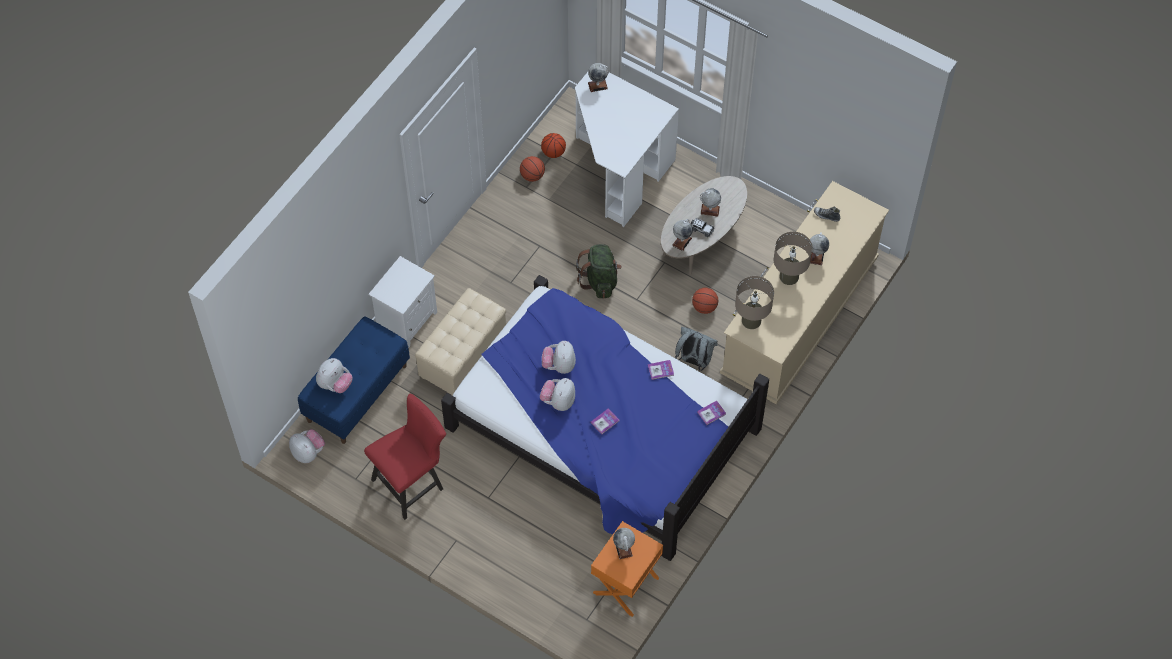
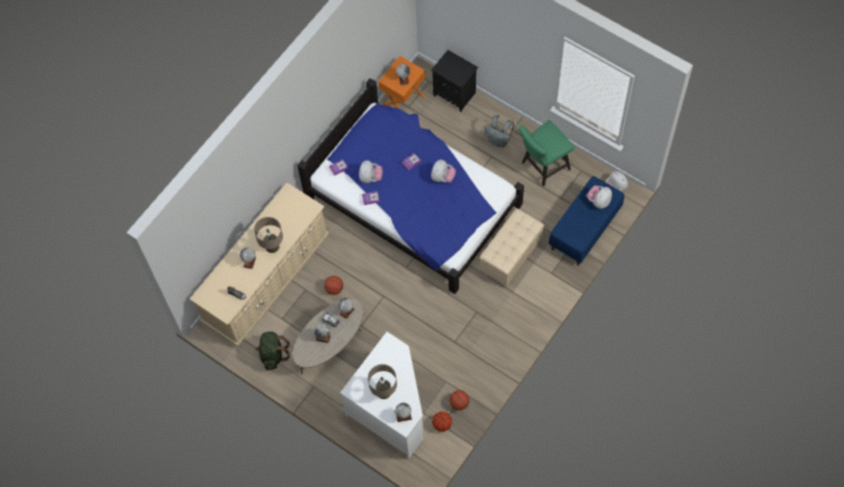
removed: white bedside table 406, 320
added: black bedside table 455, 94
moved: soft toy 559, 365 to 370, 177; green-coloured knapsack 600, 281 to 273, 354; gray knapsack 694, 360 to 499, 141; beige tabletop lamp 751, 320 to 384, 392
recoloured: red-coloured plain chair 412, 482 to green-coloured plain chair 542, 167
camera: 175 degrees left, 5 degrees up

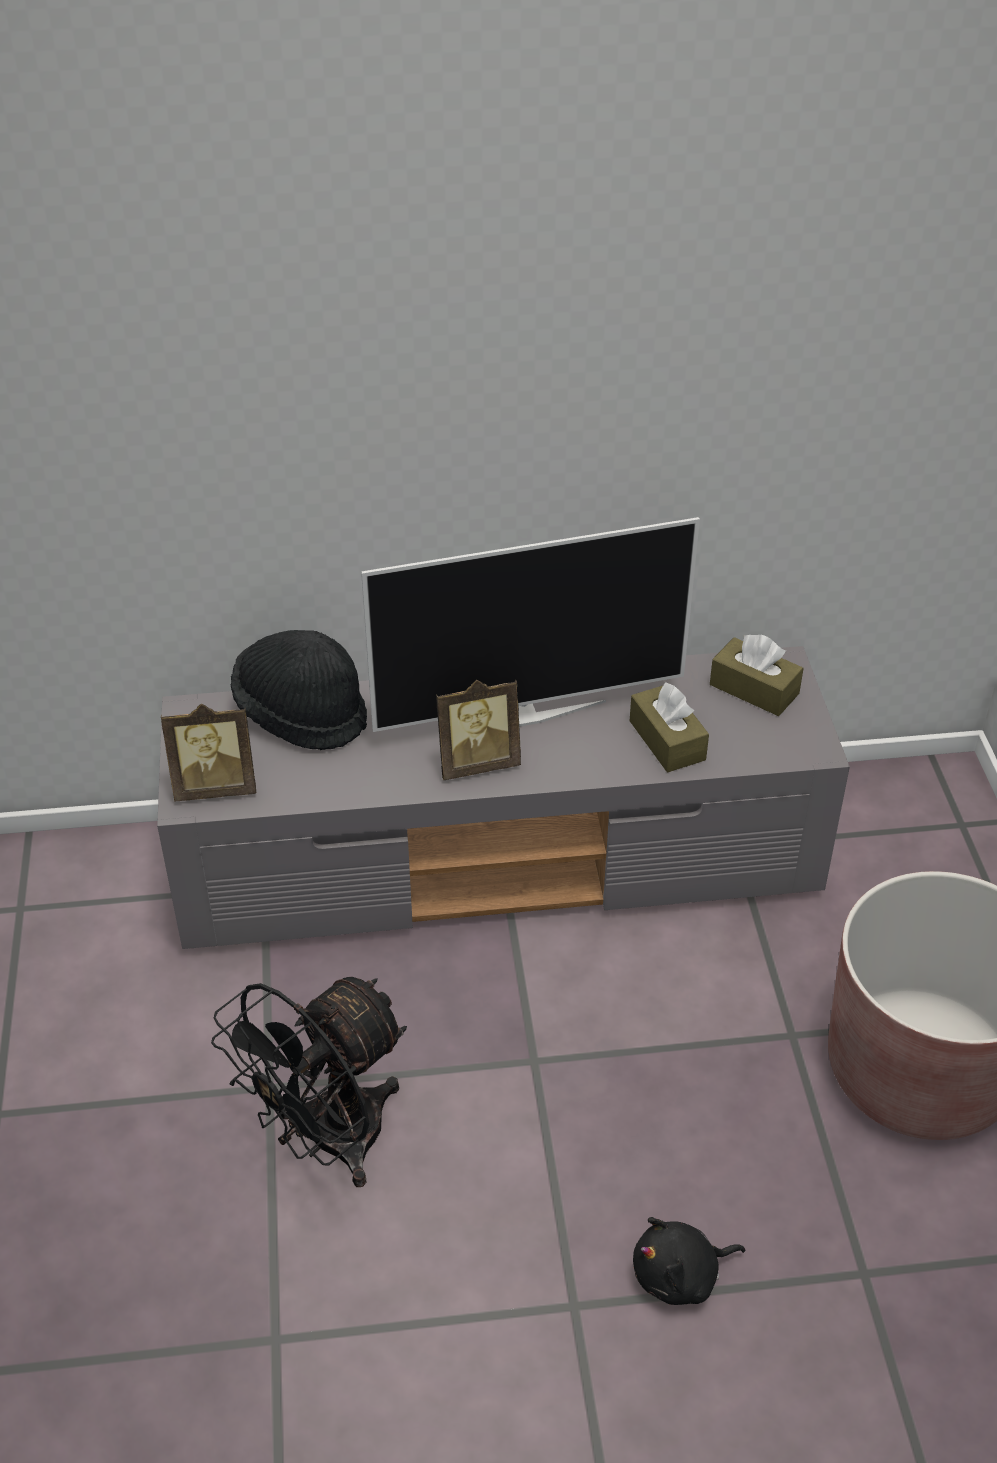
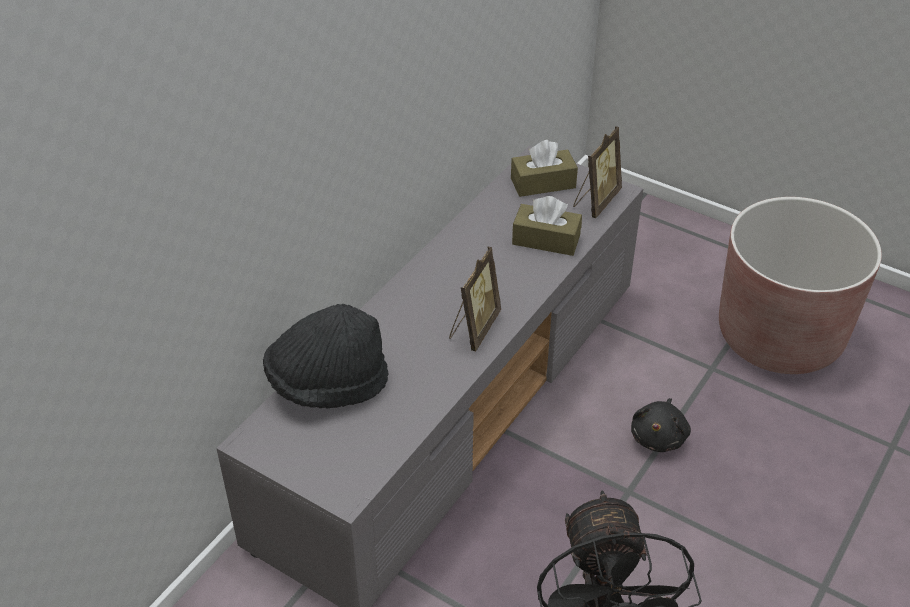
removed: TV 526, 714
moved: photo frame 215, 787 to 595, 201; black soft toy 680, 1275 to 659, 436
camera: 50 degrees left, 0 degrees up

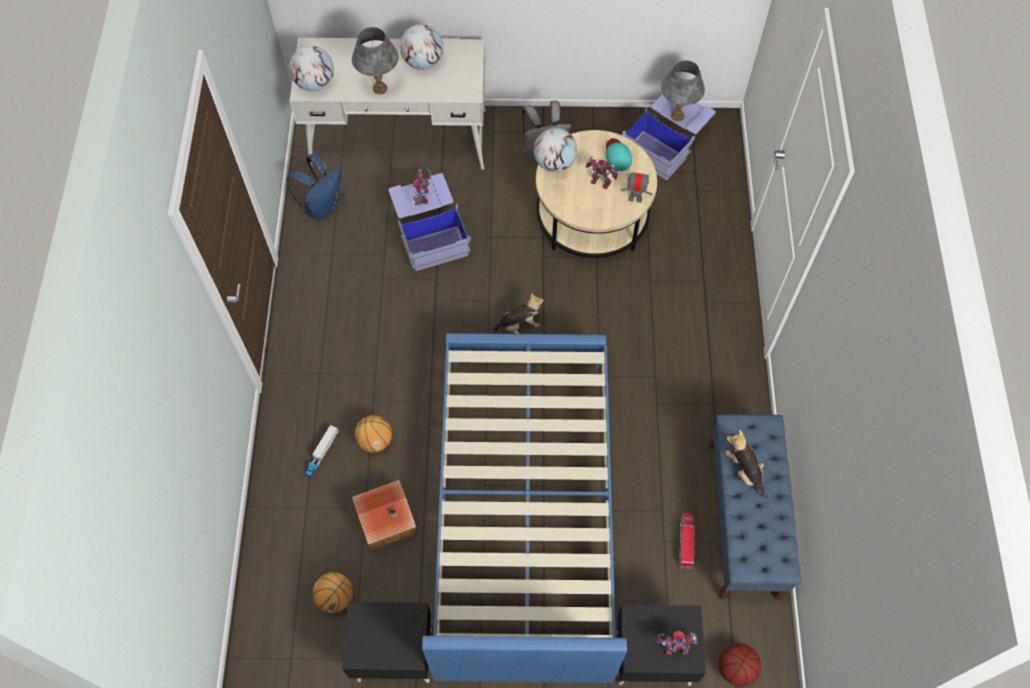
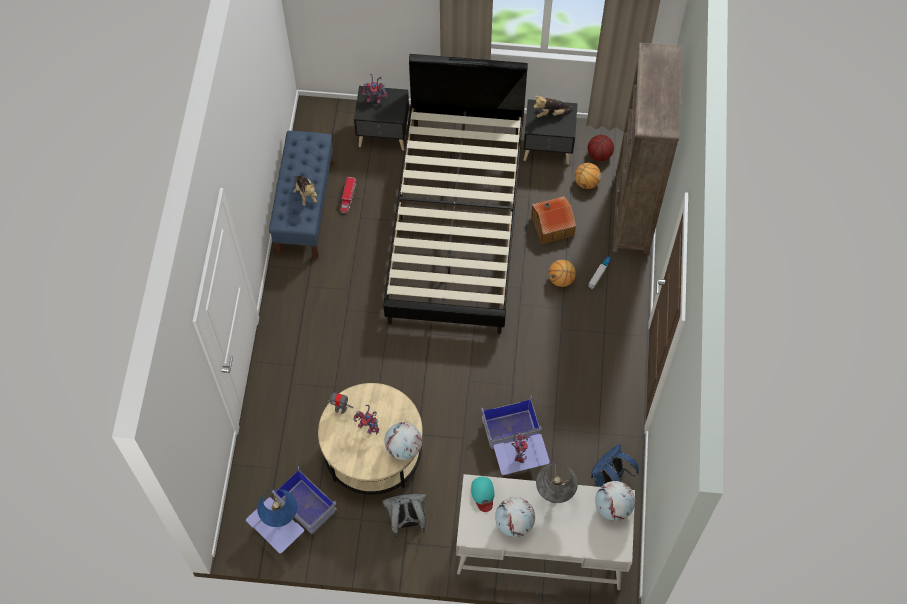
added: brown-coloured shelving unit 632, 213
moved: soft toy 518, 325 to 551, 113; turquoise cap 617, 155 to 483, 494; basketball 736, 668 to 599, 155
recoloured: blue sleeping bed 524, 512 to black sleeping bed 456, 224; gray tabletop lamp 677, 116 to blue tabletop lamp 281, 520
camera: 175 degrees left, 0 degrees up

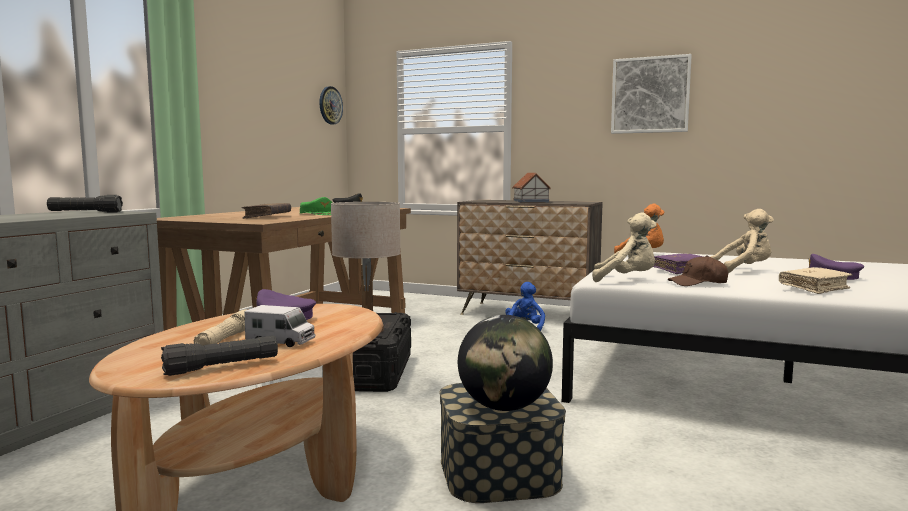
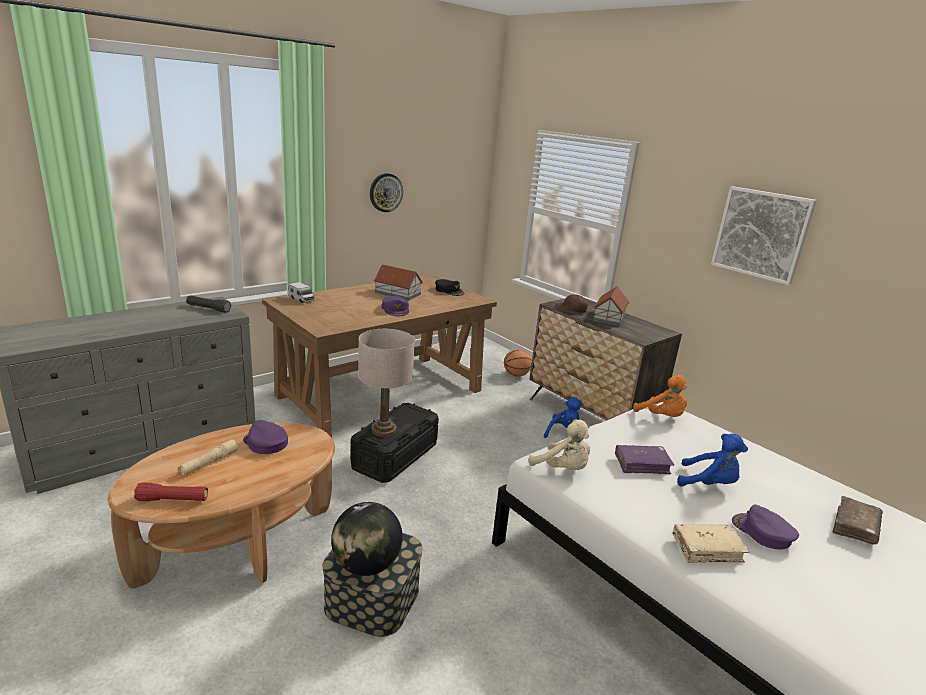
added: model house 397, 293; basketball 516, 375
moved: brown-coloured volume 267, 217 to 855, 527; toy lorry 281, 342 to 301, 299; wall clock 330, 105 to 385, 192; brown-coloured cap 698, 283 to 571, 309
recoloured: black torch 222, 367 to red-coloured torch 173, 500; green-coloured cap 318, 214 to purple cap 395, 310; beige soft toy 743, 270 to blue soft toy 709, 484
camera: 25 degrees right, 15 degrees up

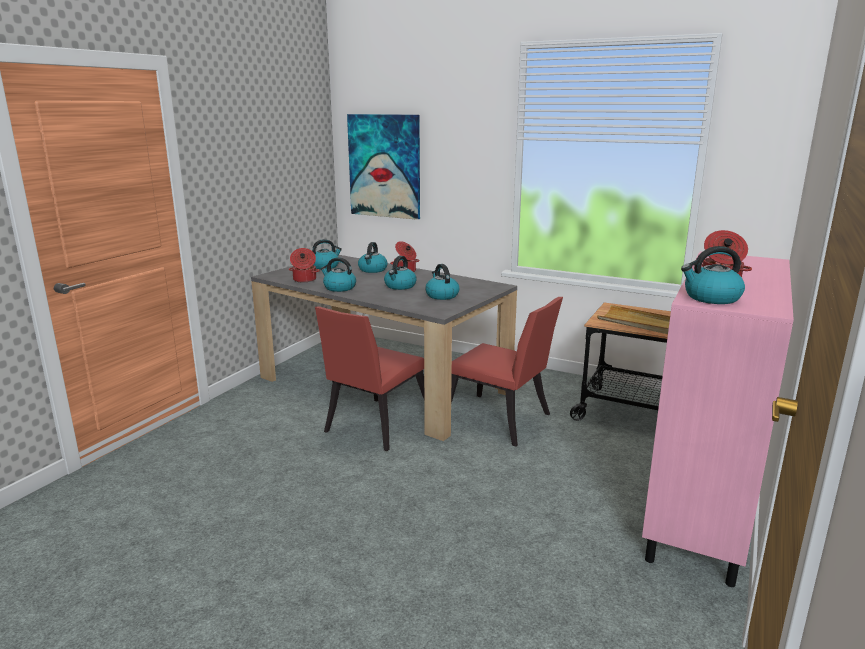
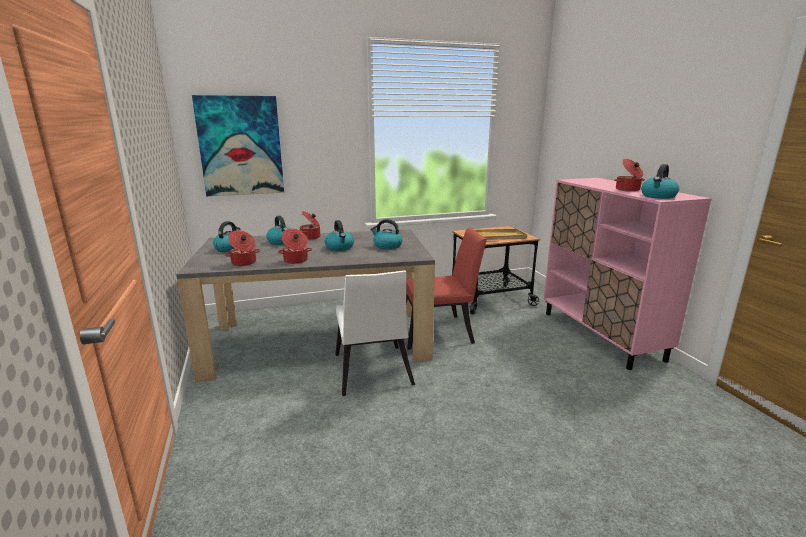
replaced: kettle 339, 288 to saucepot 296, 261
recoloured: red-coloured plain chair 375, 426 to white plain chair 372, 373
camera: 45 degrees left, 0 degrees up

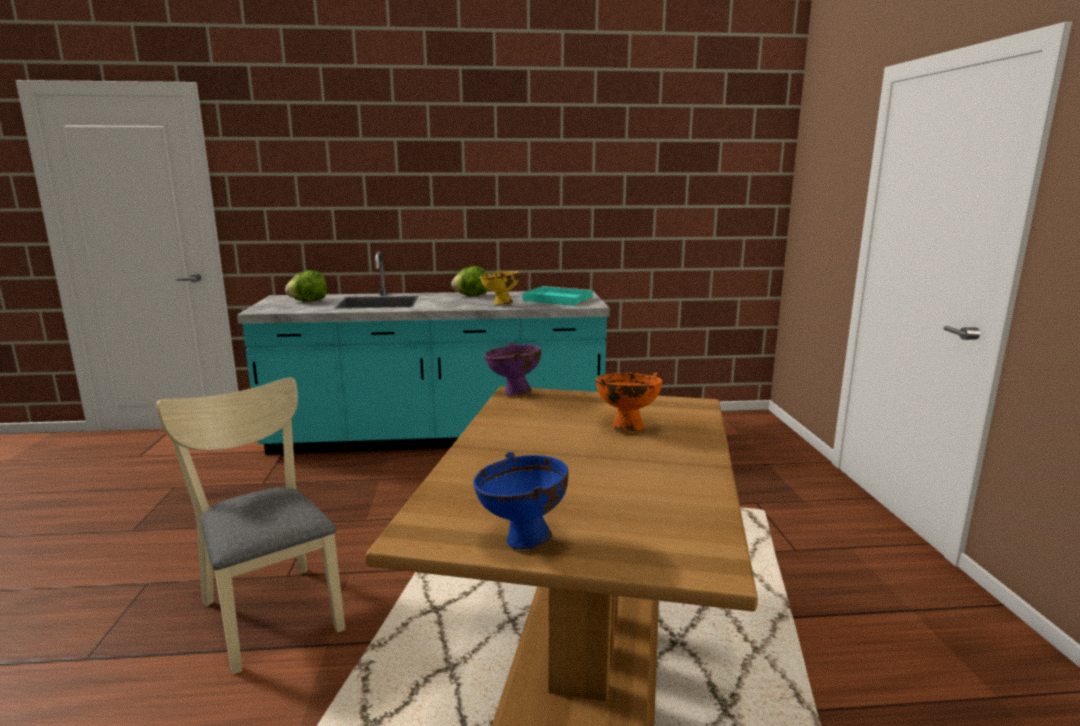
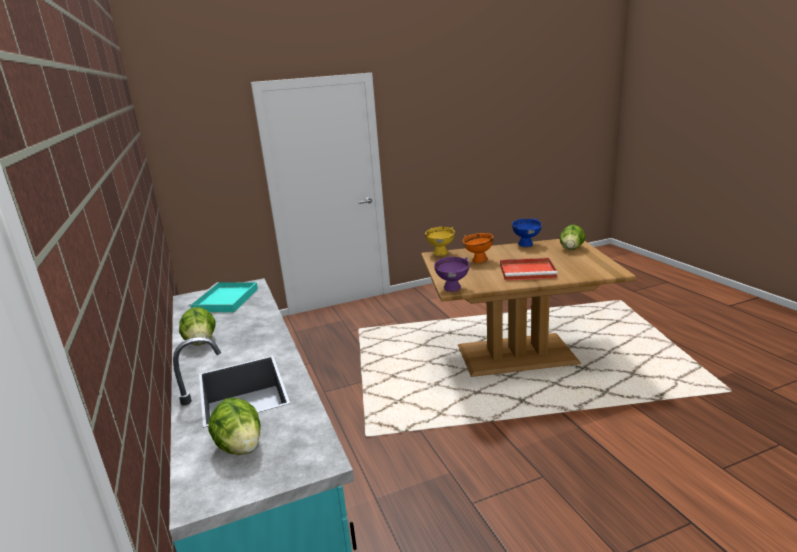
removed: beige plain chair 269, 608
added: red-coloured tray 528, 271; lettuce 571, 249
moved: blue deep dish 522, 541 to 526, 245; yellowish deep dish 500, 304 to 441, 254
camera: 105 degrees left, 5 degrees up

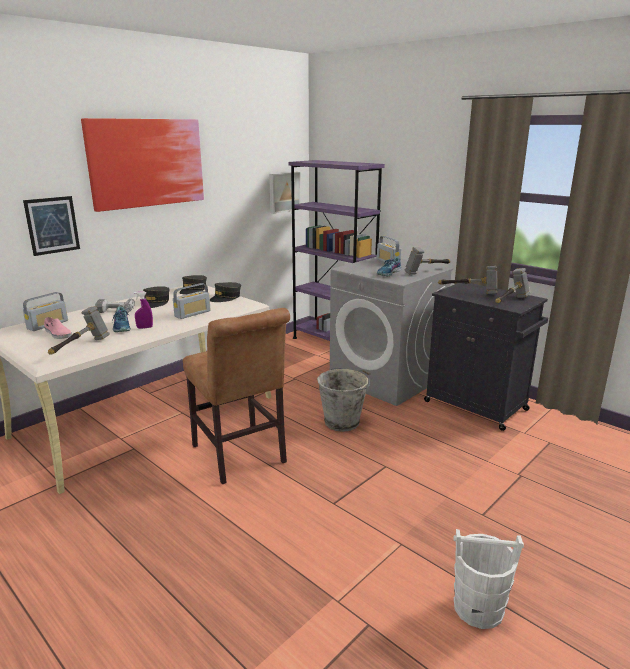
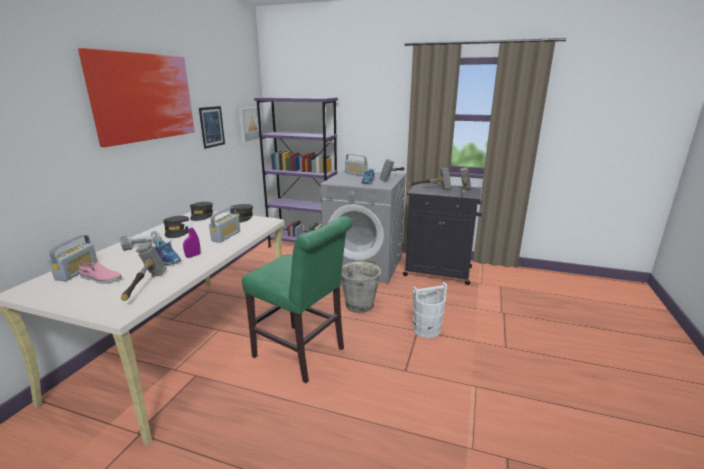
moved: wall picture 52, 225 to 212, 127; white pail 477, 607 to 426, 329
recoloured: brown-coloured plain chair 240, 457 to green-coloured plain chair 302, 354
camera: 25 degrees left, 0 degrees up

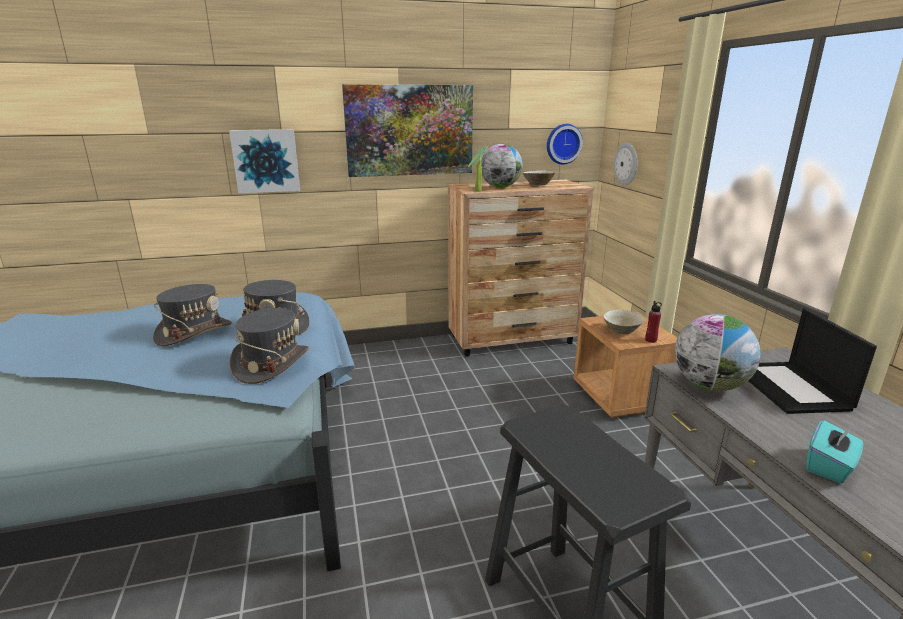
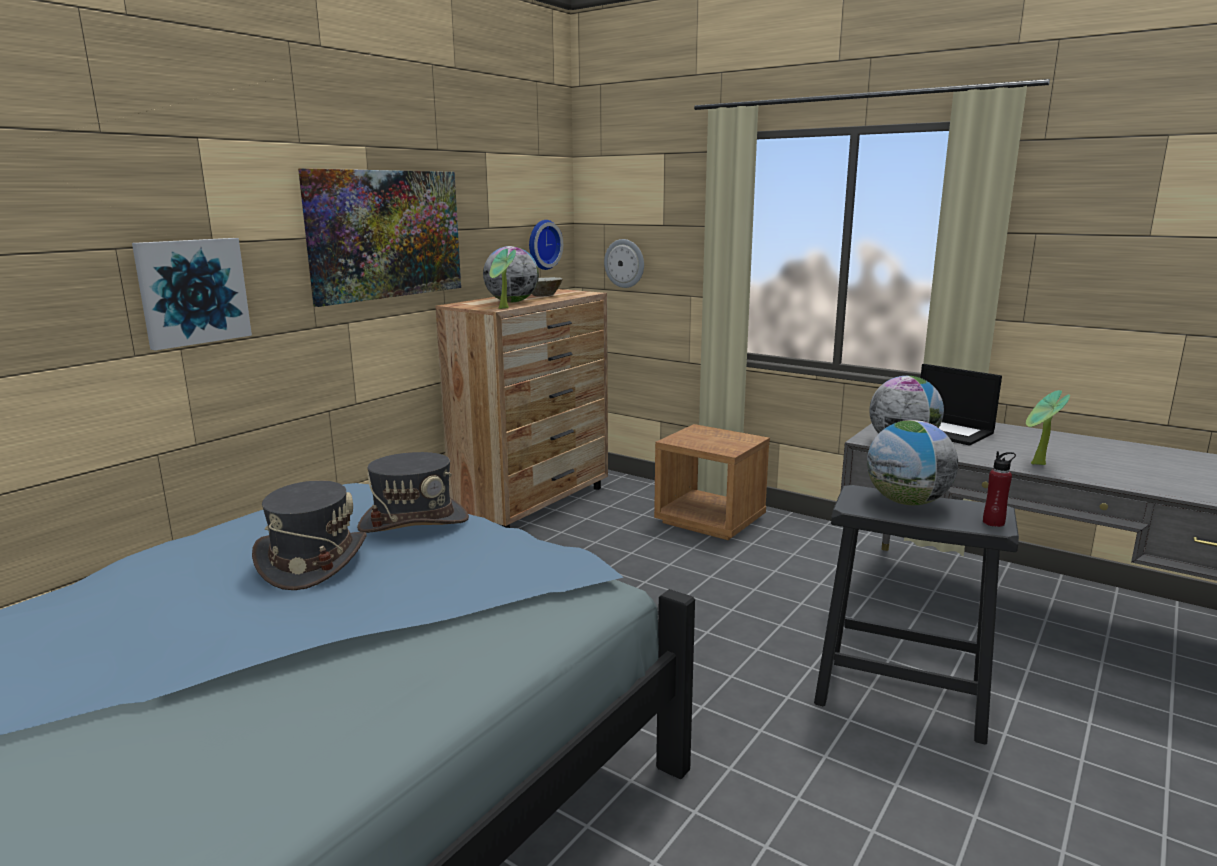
removed: gray hat 271, 363; beige deep dish 621, 331
added: world globe 907, 502
moved: red-coloured bottle 651, 340 to 993, 522
replaced: turquoise tissue box 829, 466 to houseplant 1037, 464
camera: 40 degrees left, 5 degrees down

